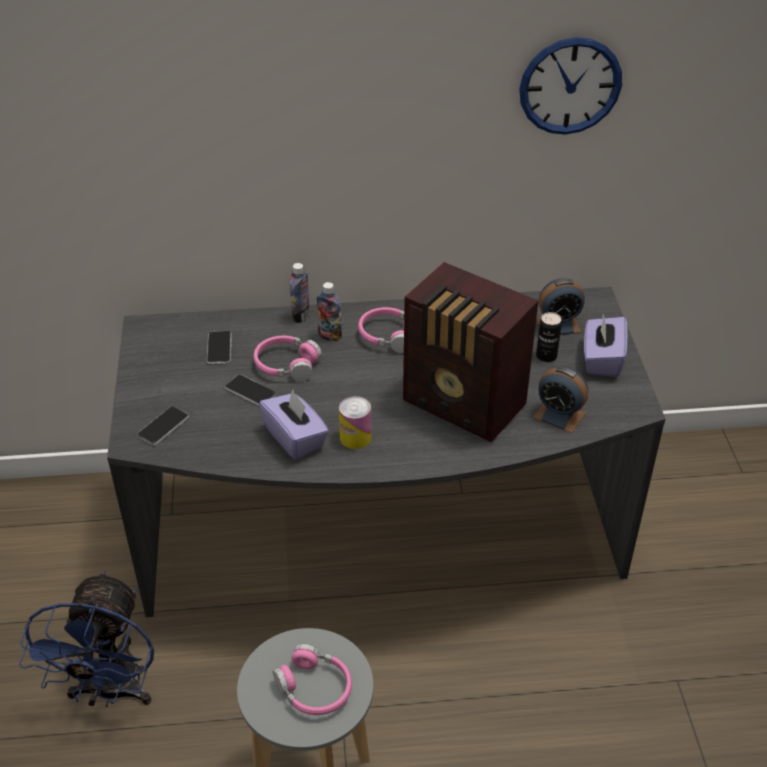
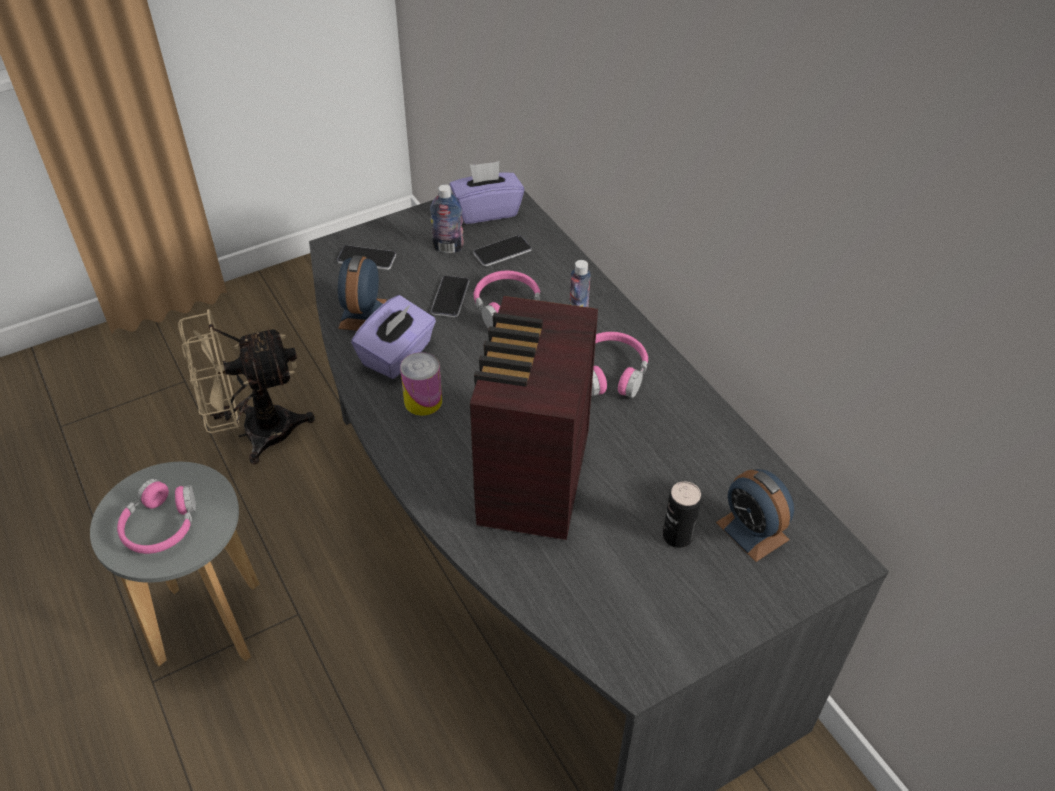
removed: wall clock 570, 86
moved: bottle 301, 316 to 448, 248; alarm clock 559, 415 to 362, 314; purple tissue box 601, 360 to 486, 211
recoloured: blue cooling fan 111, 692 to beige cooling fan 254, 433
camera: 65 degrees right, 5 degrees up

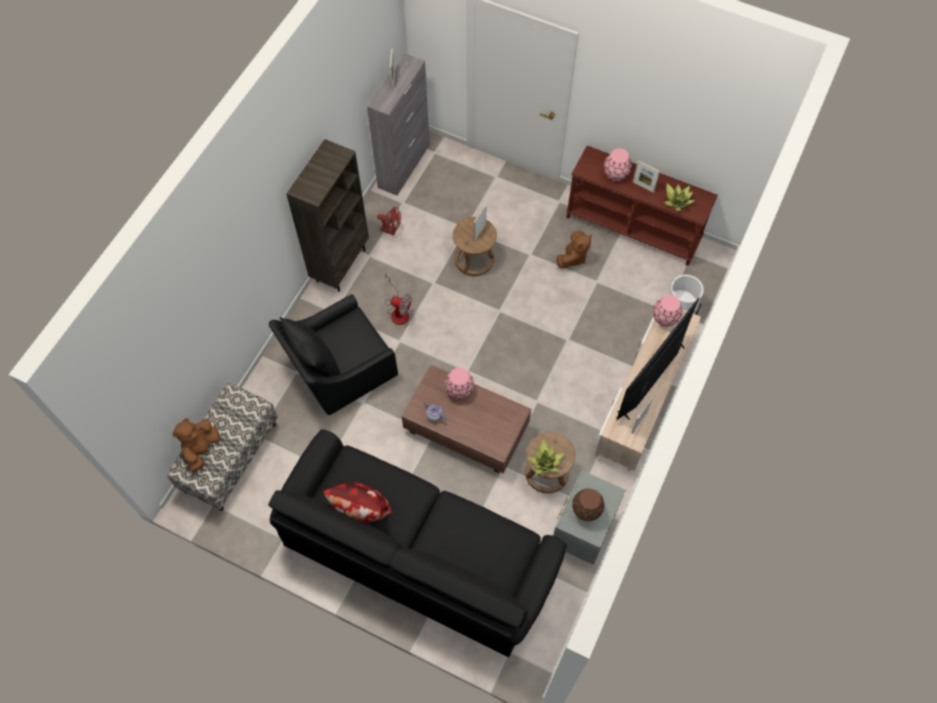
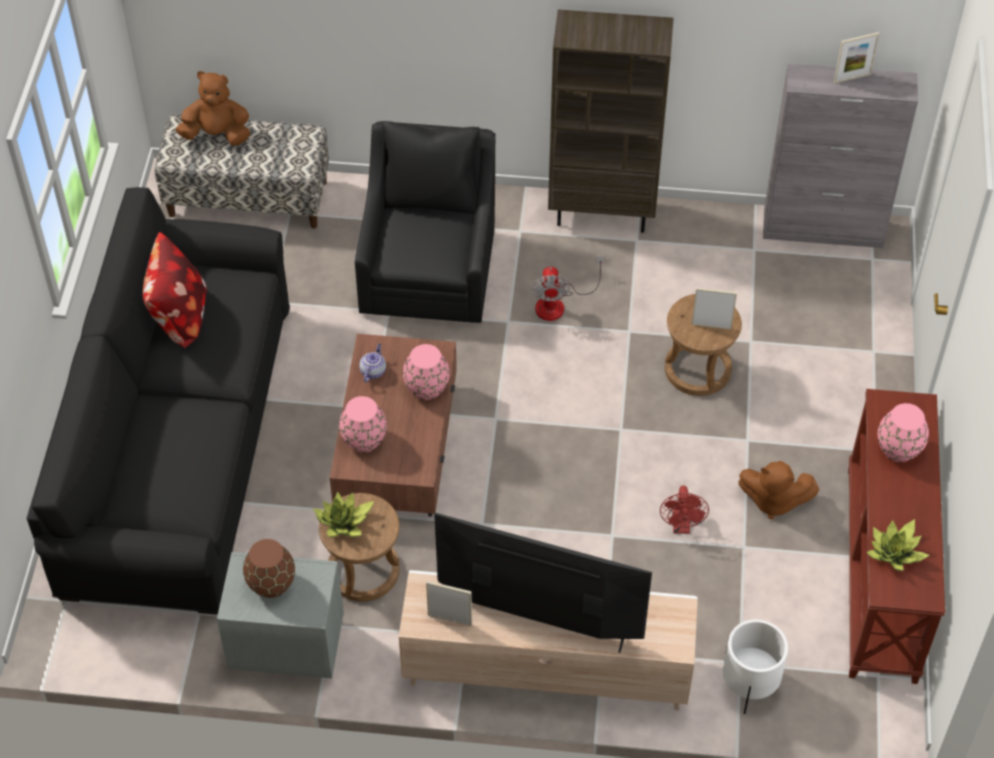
removed: photo frame 643, 187
moved: red-coloured cooling fan 391, 230 to 681, 526; pinkish flower vase 664, 319 to 363, 441
turned: black armchair 339, 369 = 430, 267 60 degrees clockwise
camera: 70 degrees right, 10 degrees down

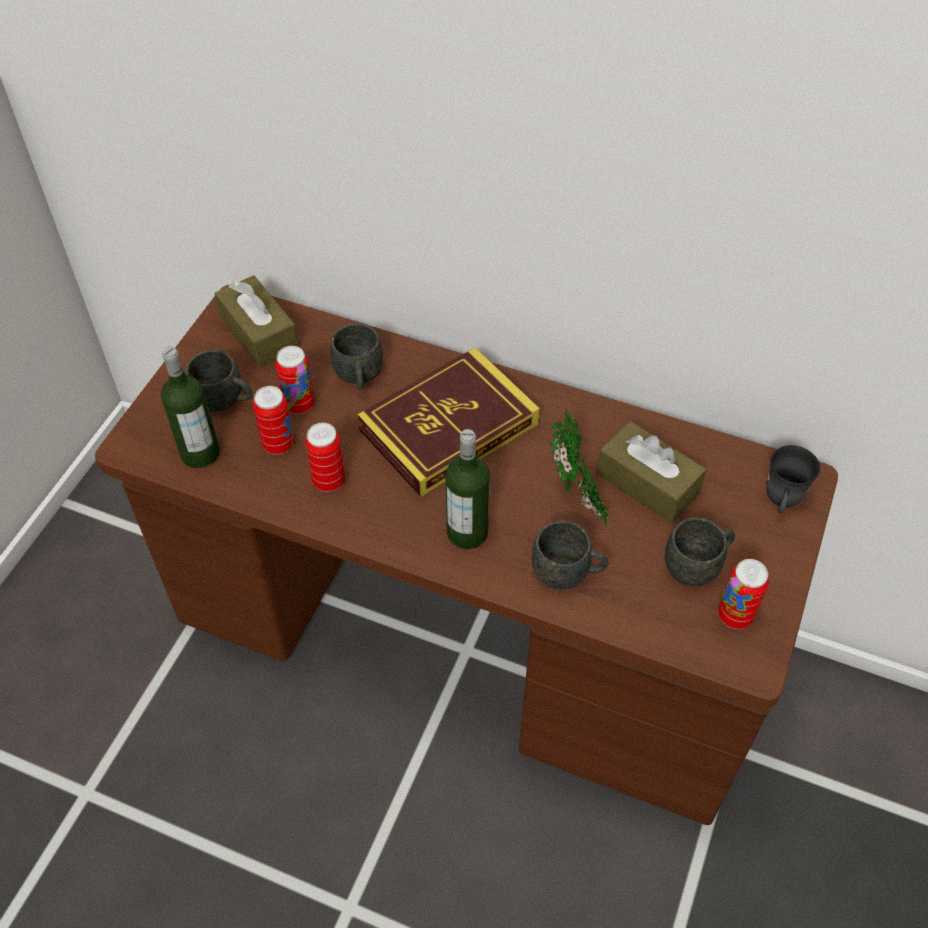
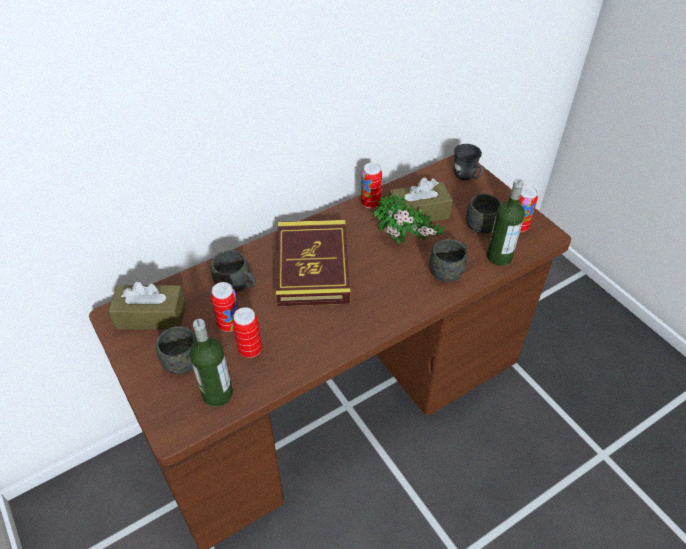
moved: sealed can 329, 481 to 370, 203; bottle 467, 532 to 499, 257
camera: 55 degrees left, 5 degrees down

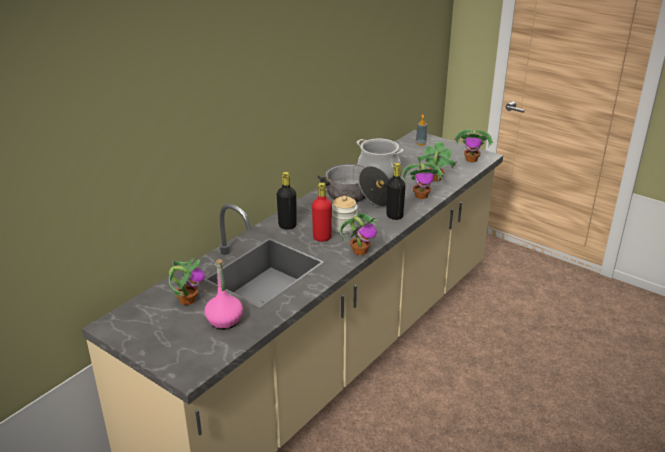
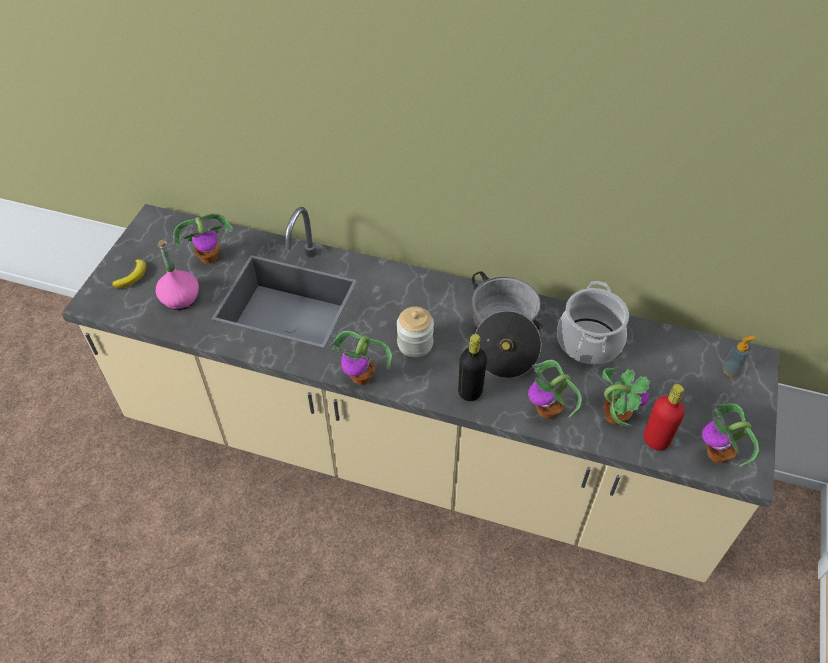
removed: black bottle 287, 226
added: banana fruit 133, 276
moved: red-coloured bottle 322, 237 to 656, 440
camera: 70 degrees right, 20 degrees up

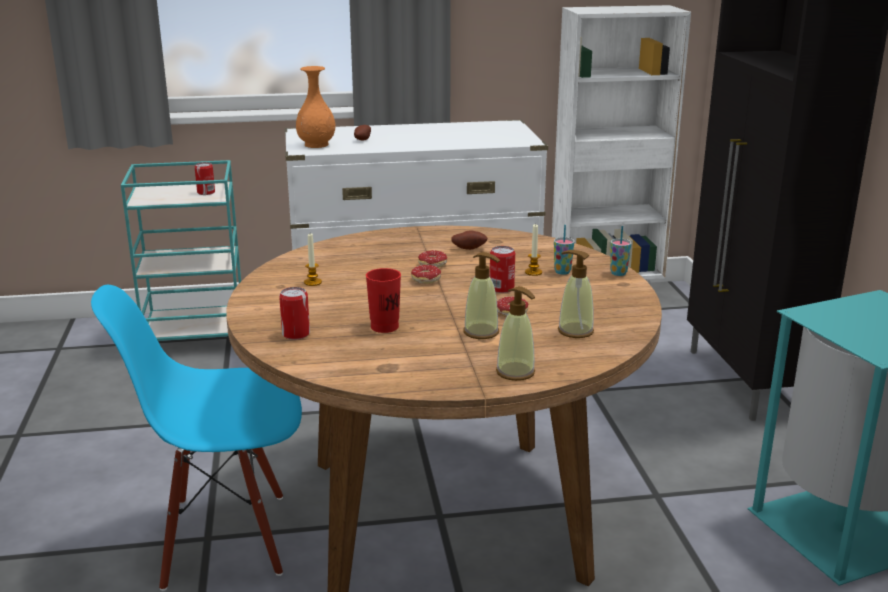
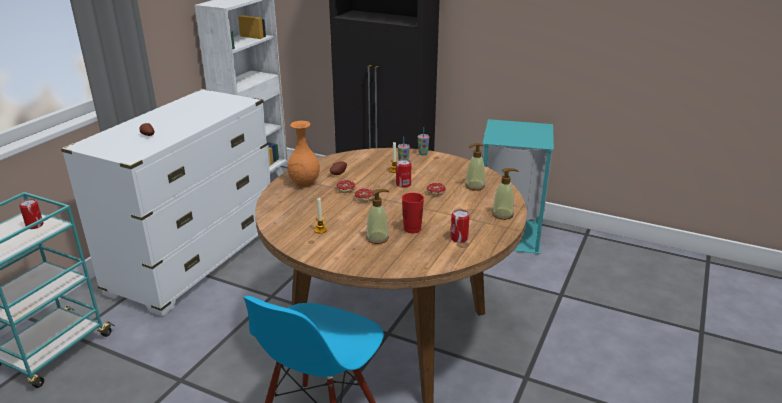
moved: sealed can 296, 334 to 459, 238; orange flower vase 317, 145 to 304, 182; soap dispenser 481, 332 to 377, 238
camera: 55 degrees left, 5 degrees up

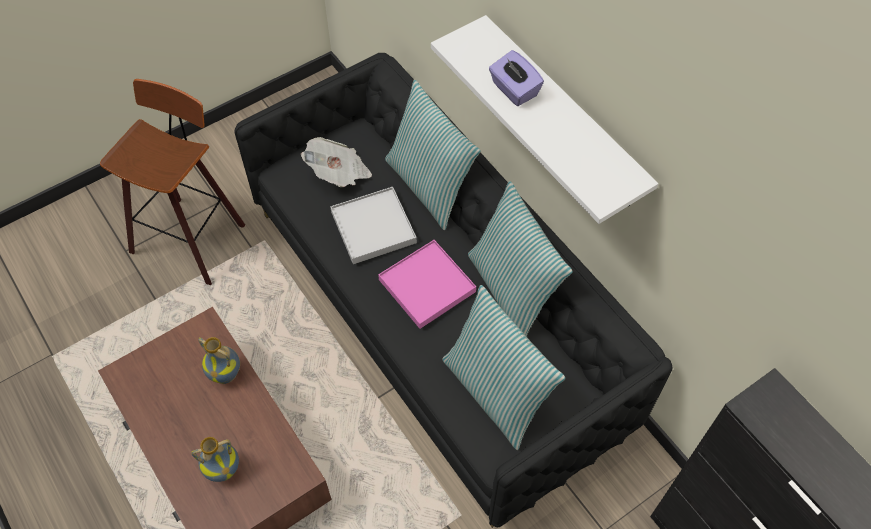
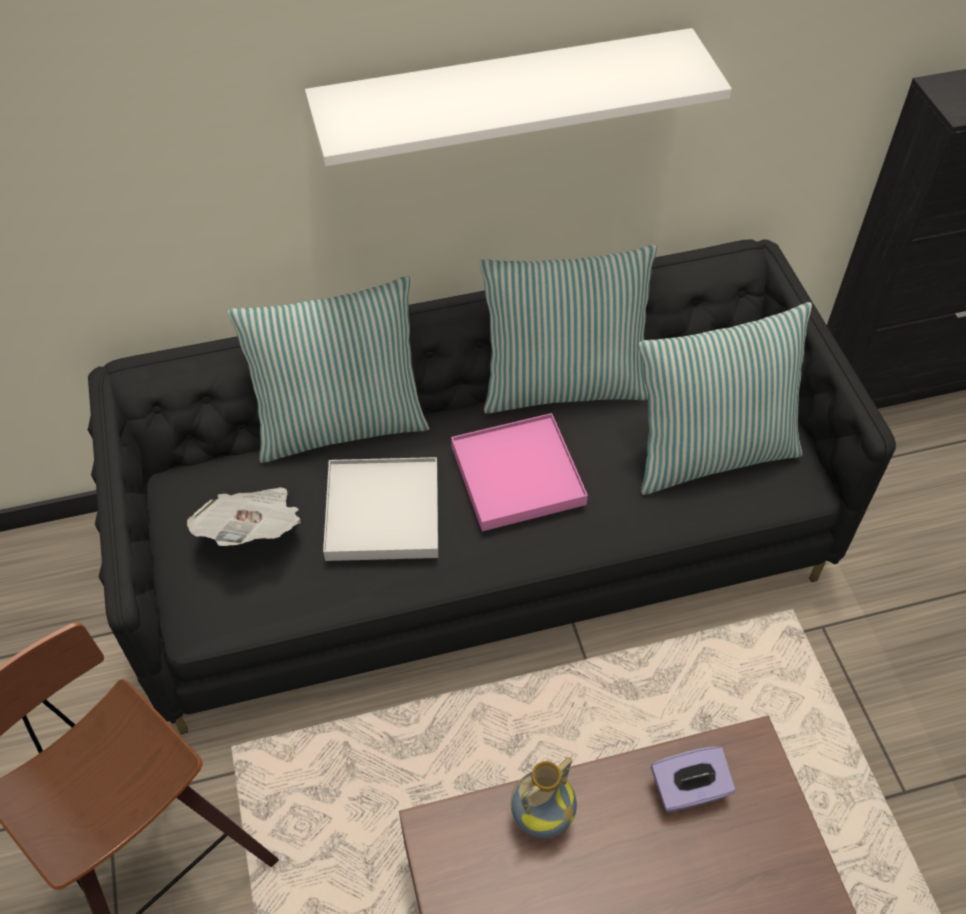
removed: flower vase 223, 469
moved: purple tissue box 514, 90 to 688, 790
camera: 70 degrees left, 5 degrees down

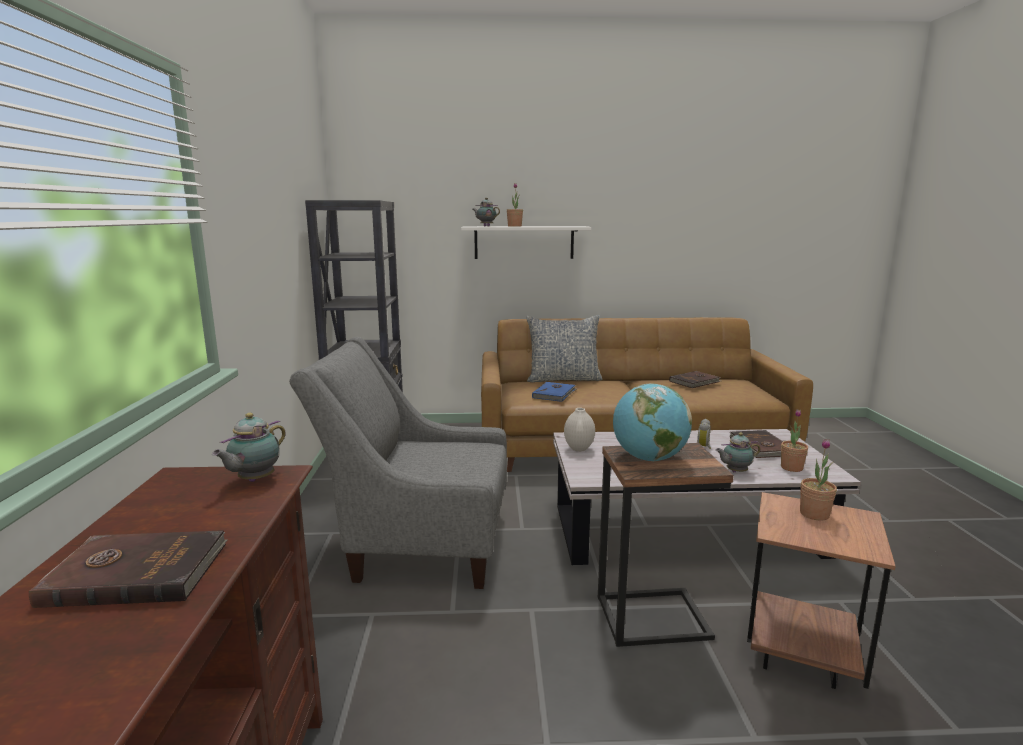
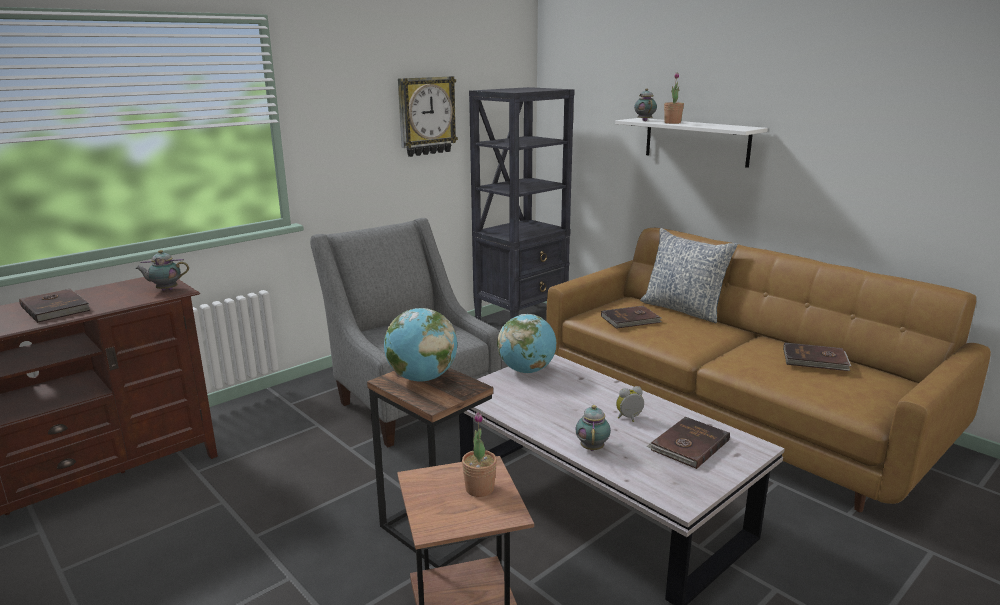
removed: houseplant 791, 468
added: wall clock 426, 116
replaced: white flower vase 579, 449 to world globe 527, 370
recoloured: blue volume 554, 394 to brown-coloured volume 631, 320
turned: tea pot 735, 471 = 592, 447 60 degrees clockwise
camera: 50 degrees right, 5 degrees up

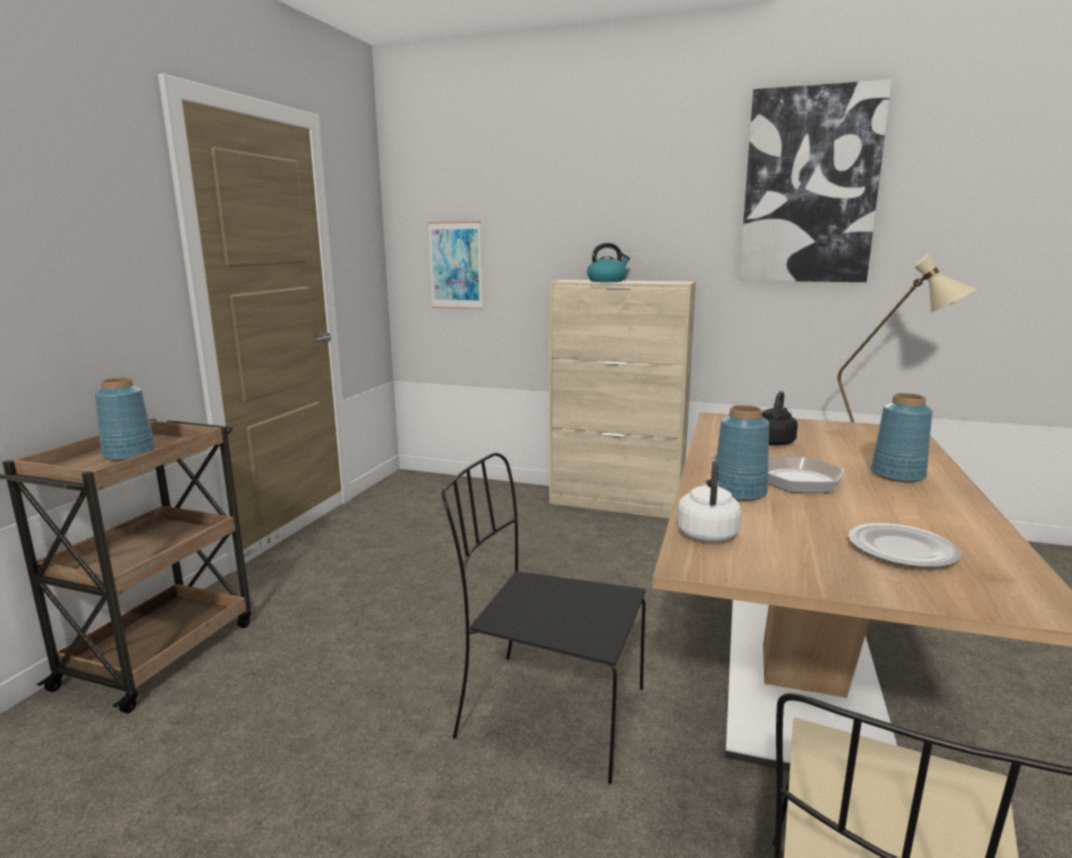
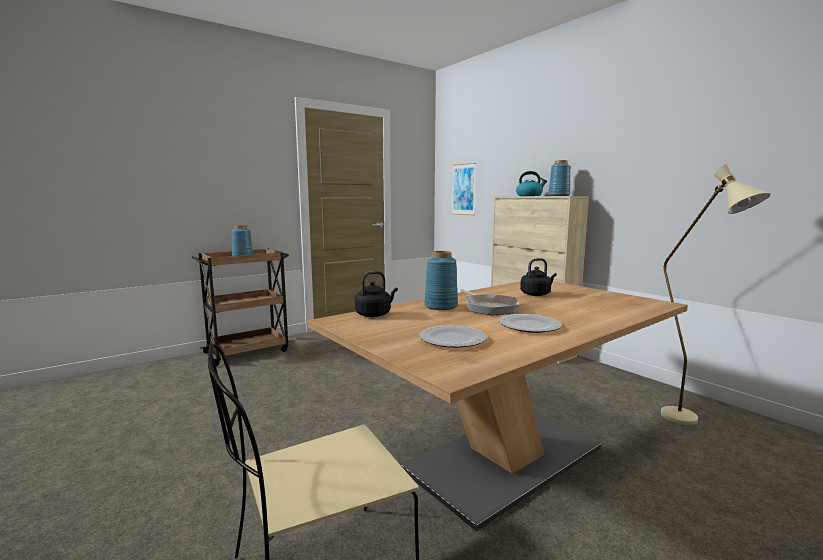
removed: black plain chair 547, 712; wall picture 810, 187
added: flat dish 528, 326
moved: blue flower vase 898, 475 to 559, 196
recoloured: white kettle 707, 533 to black kettle 375, 314
camera: 35 degrees right, 5 degrees down

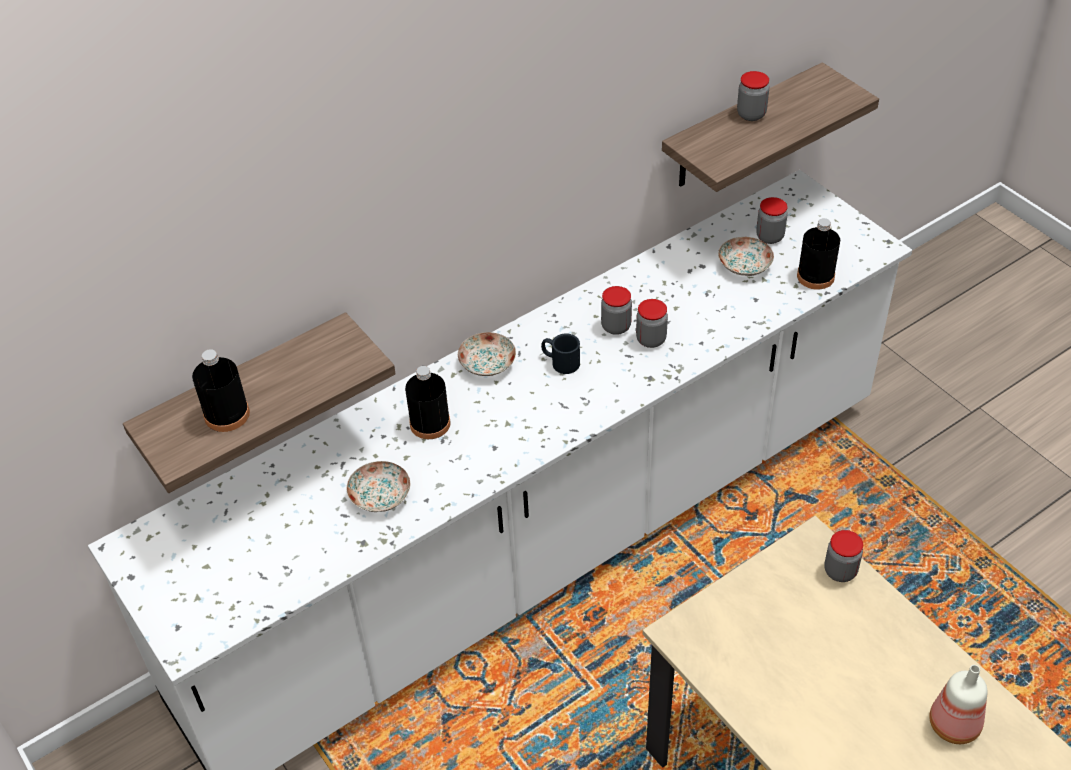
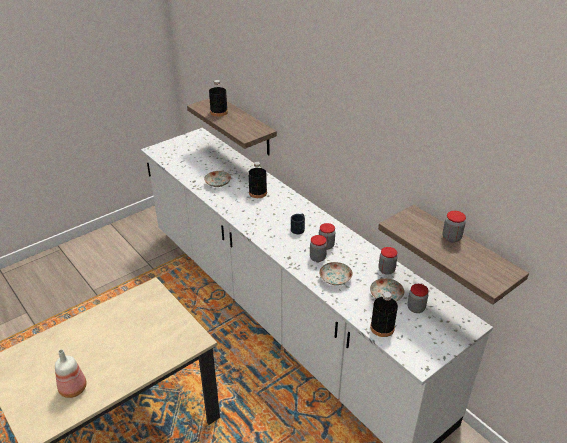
moved: flat dish 486, 363 to 335, 278; storage jar 840, 571 to 386, 270
camera: 85 degrees right, 10 degrees down

